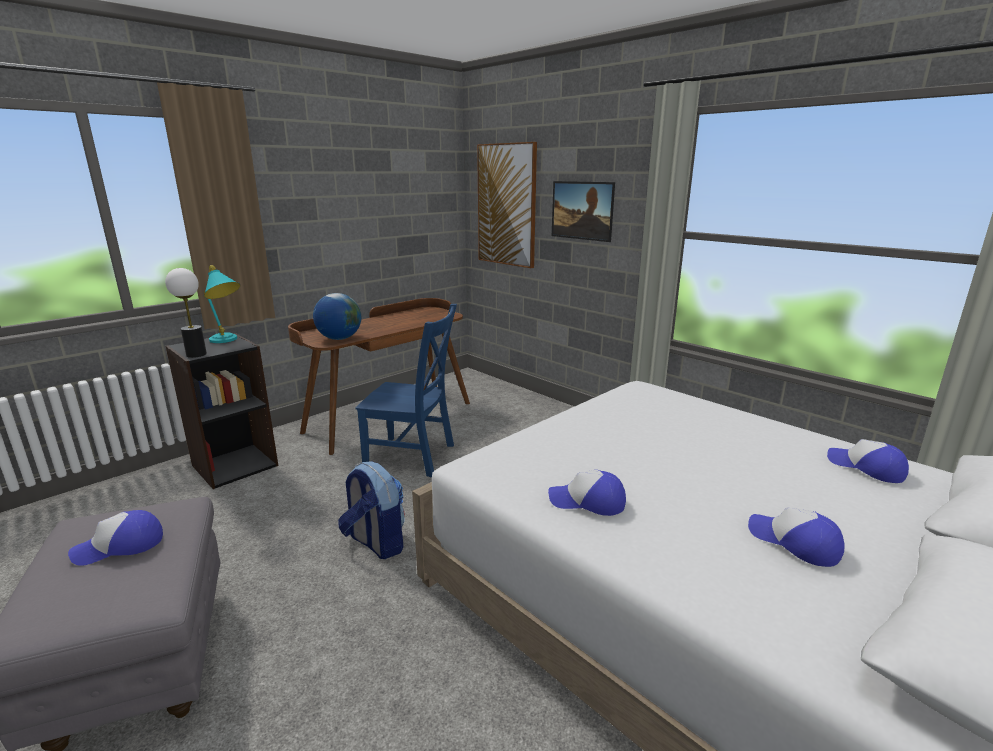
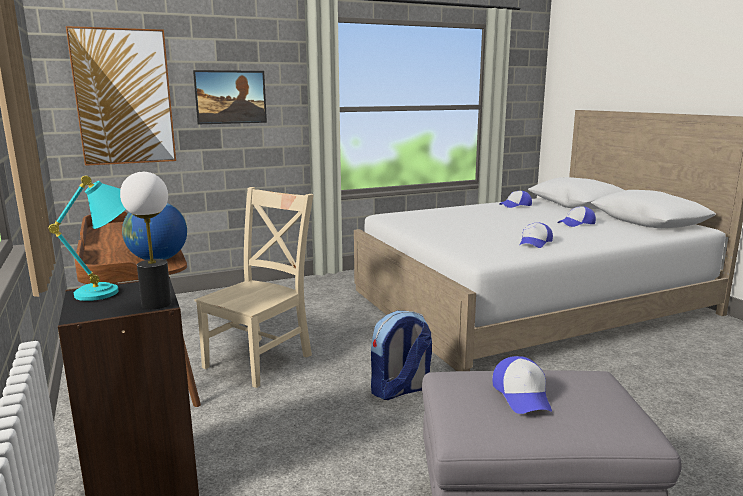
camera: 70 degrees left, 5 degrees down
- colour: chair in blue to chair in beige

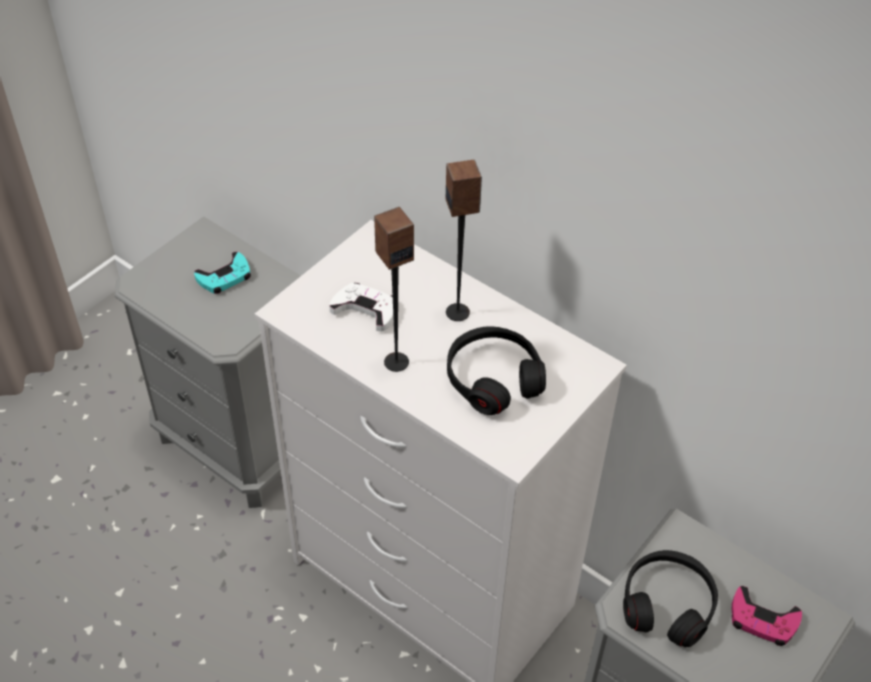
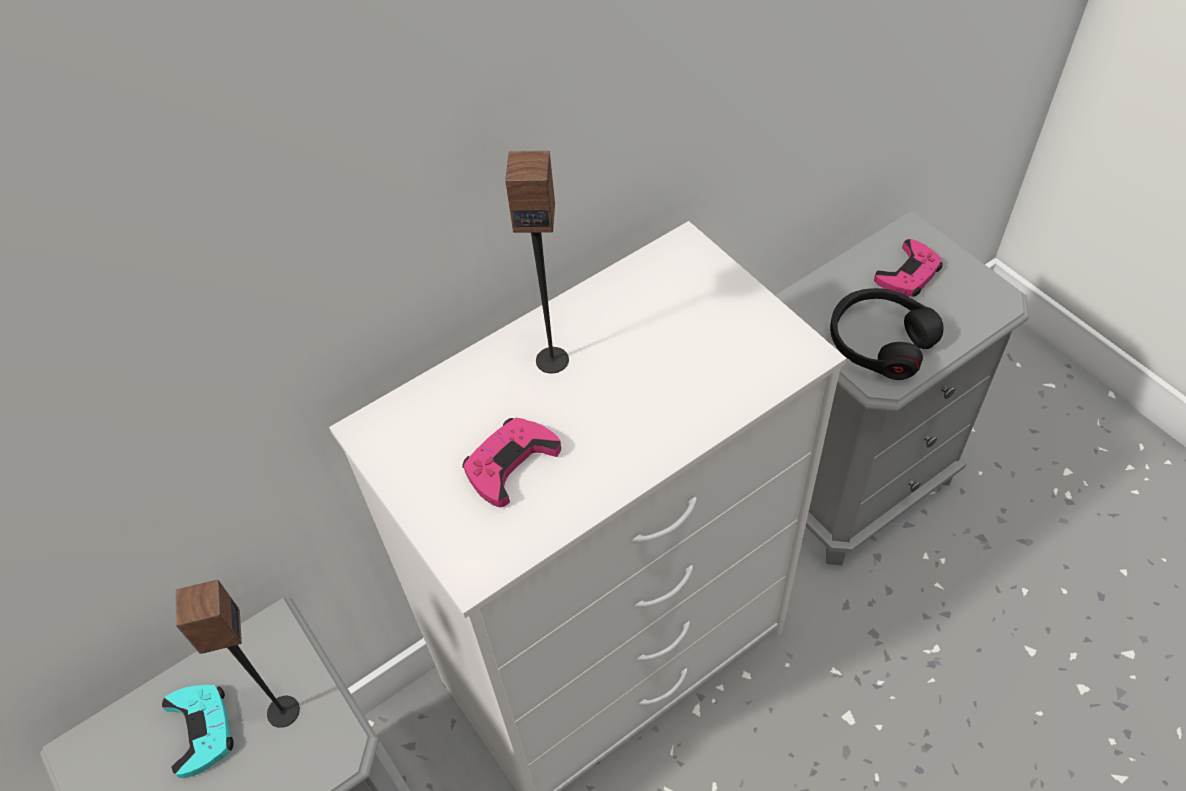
camera: 70 degrees left, 5 degrees up
- relocated: speaker (no. 1 from left)
- colour: game controller in white to game controller in pink (no. 1 from left)
- missing: headphones in black (no. 1 from left)

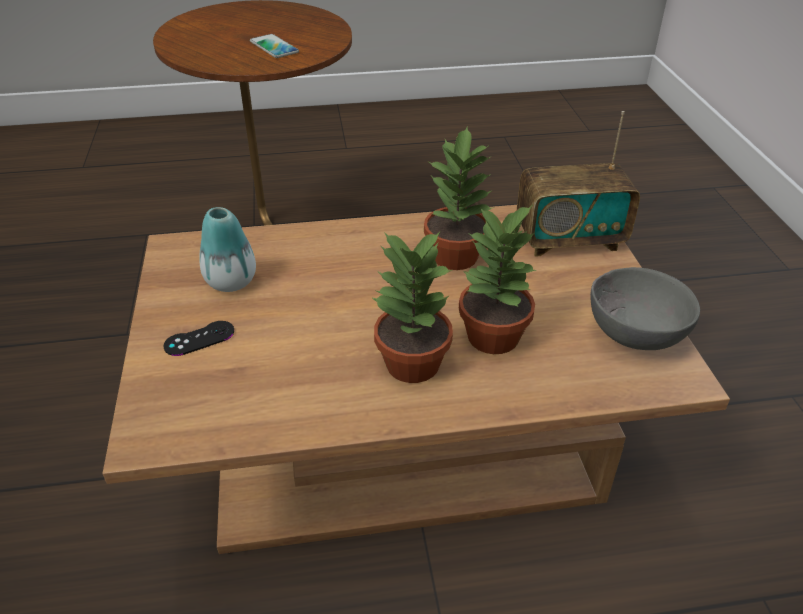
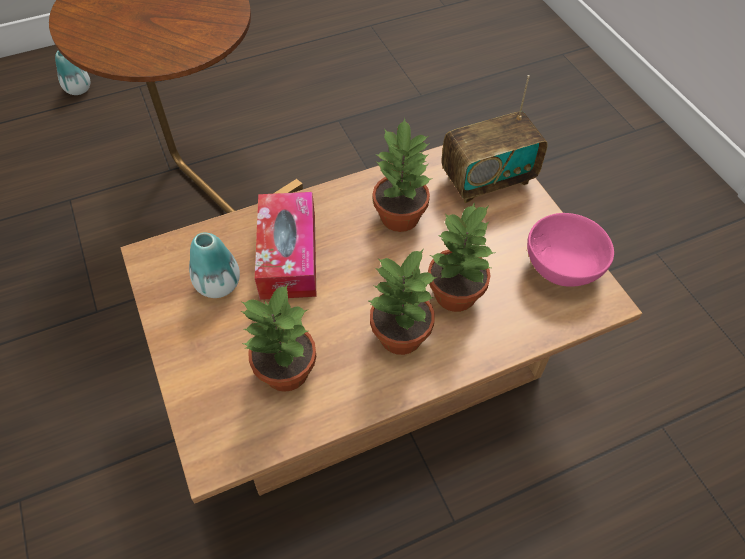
camera: 15 degrees left, 15 degrees up
- missing: phone
- colour: bowl in grey to bowl in pink
- missing: game controller in black
- appeared: vase (no. 1 from left)
- appeared: tissue box
- appeared: potted plant (no. 1 from left)

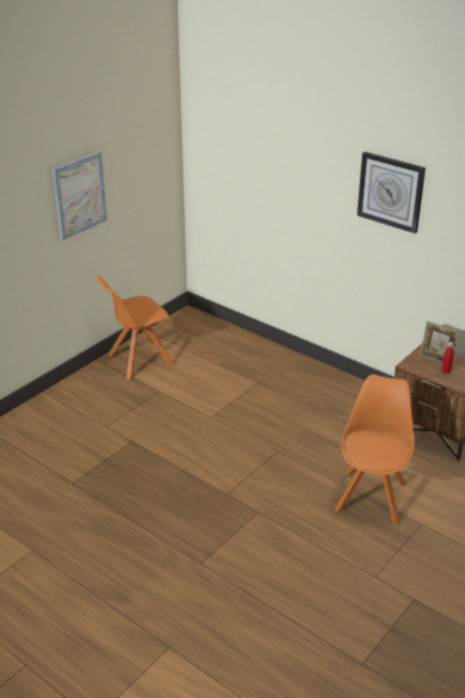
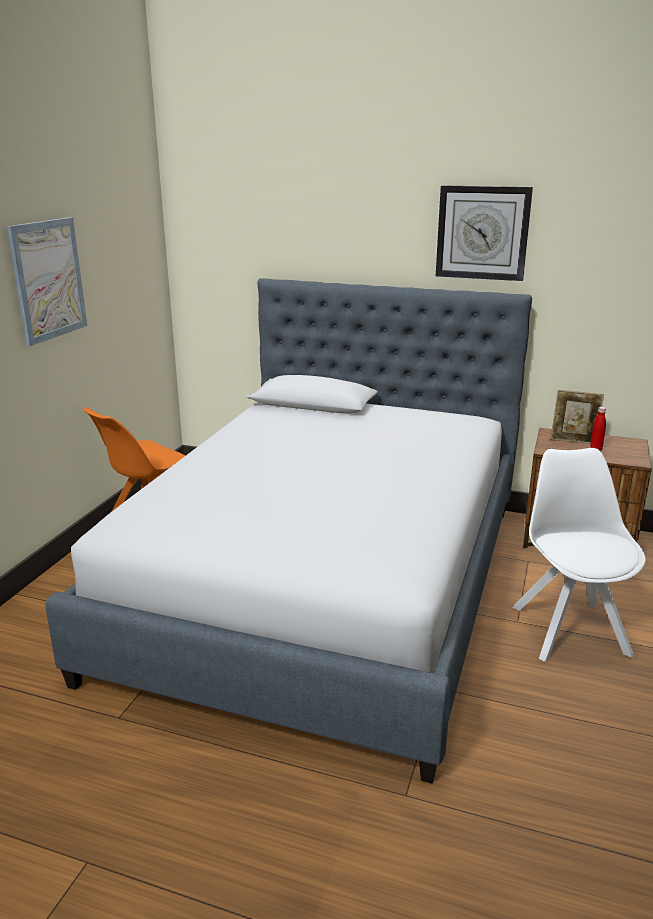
camera: 20 degrees left, 10 degrees down
- colour: chair in orange (no. 2 from left) to chair in white
- appeared: bed

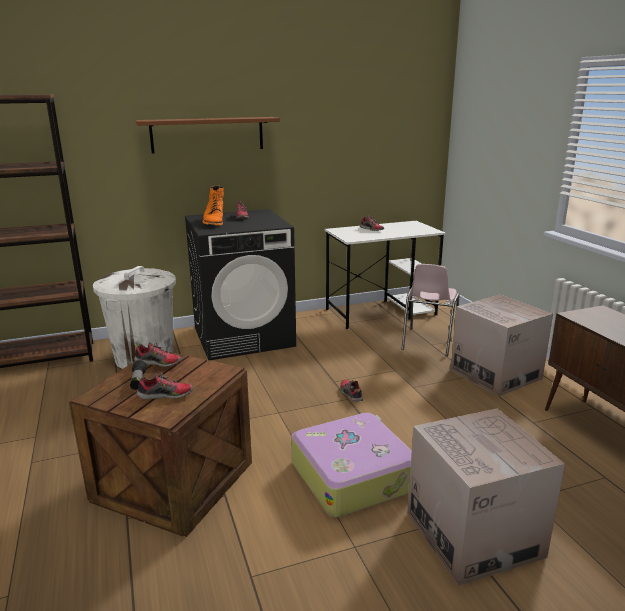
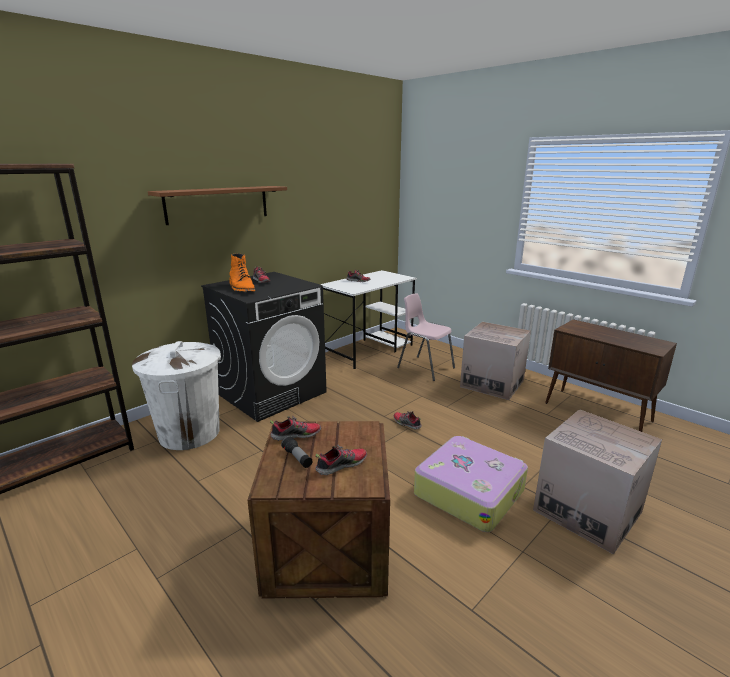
camera: 25 degrees left, 0 degrees up
- spun: chair in pink 135 degrees clockwise

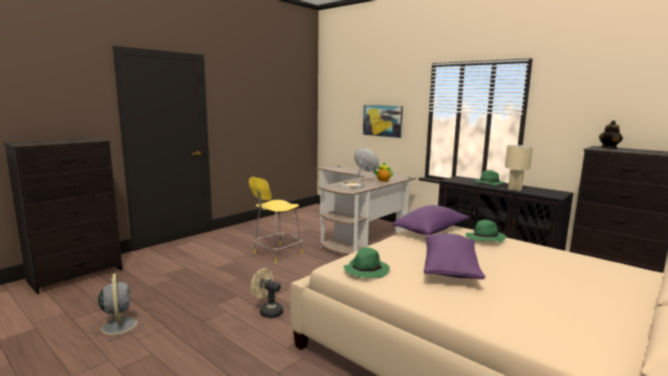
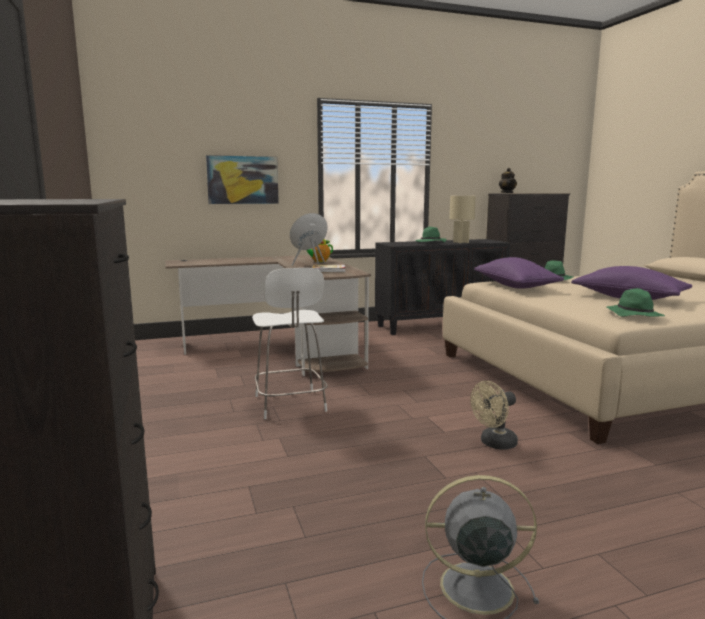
camera: 60 degrees left, 0 degrees up
- colour: chair in yellow to chair in white

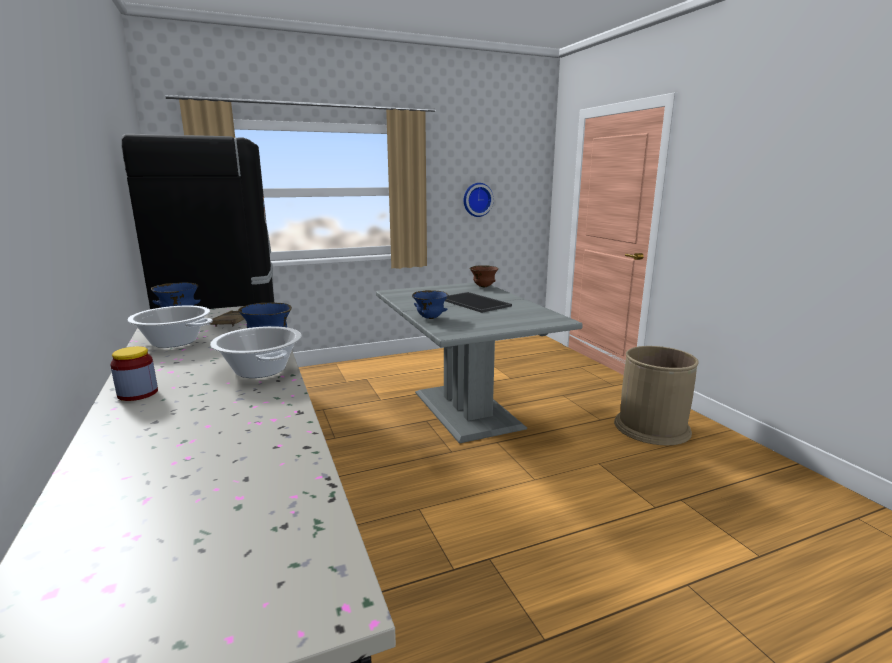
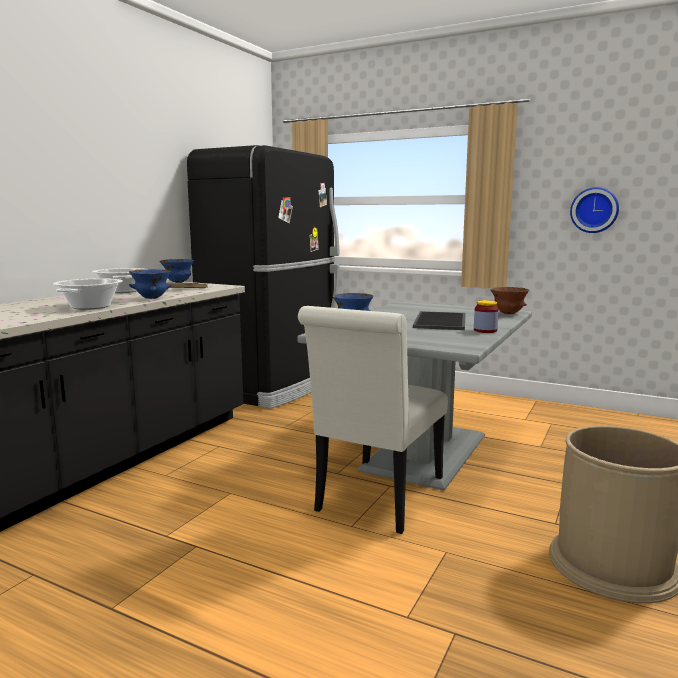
camera: 50 degrees right, 5 degrees down
- relocated: jar
- appeared: chair in white

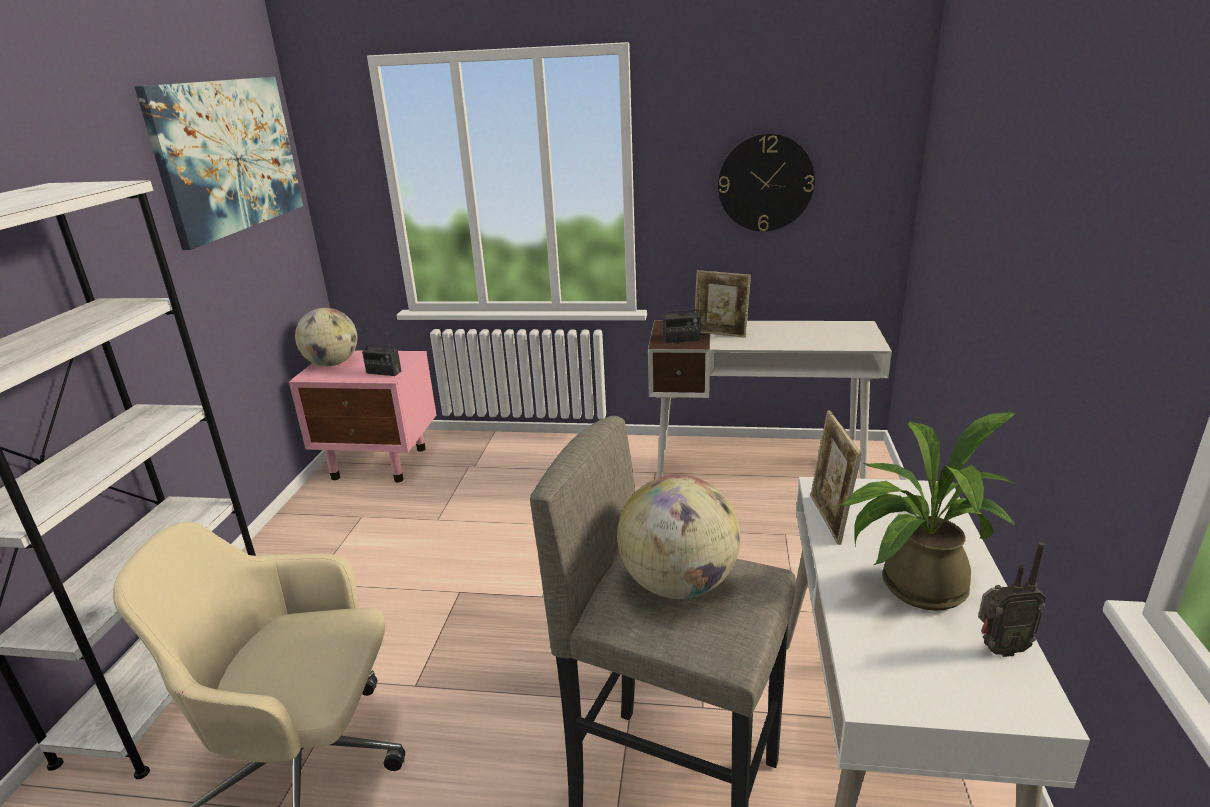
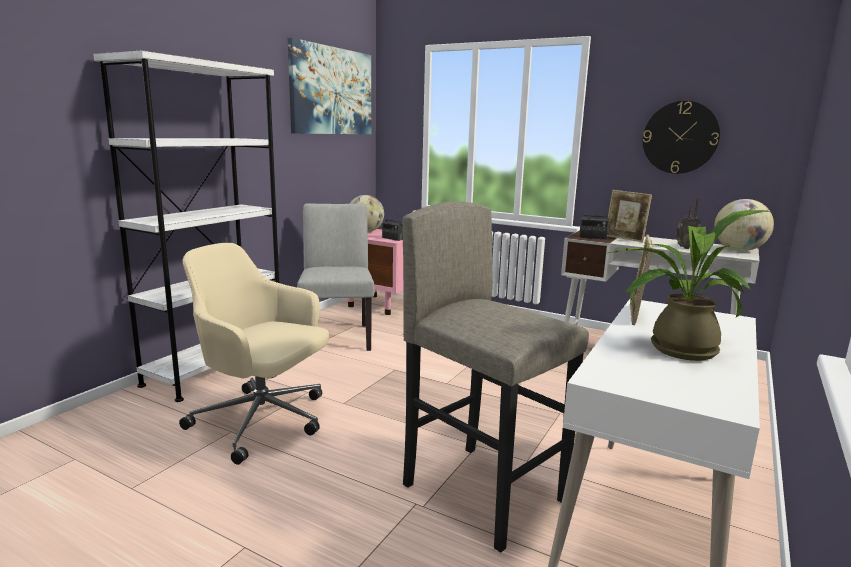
camera: 20 degrees right, 10 degrees down
- relocated: globe (no. 2 from left)
- relocated: radio (no. 3 from left)
- appeared: chair in grey

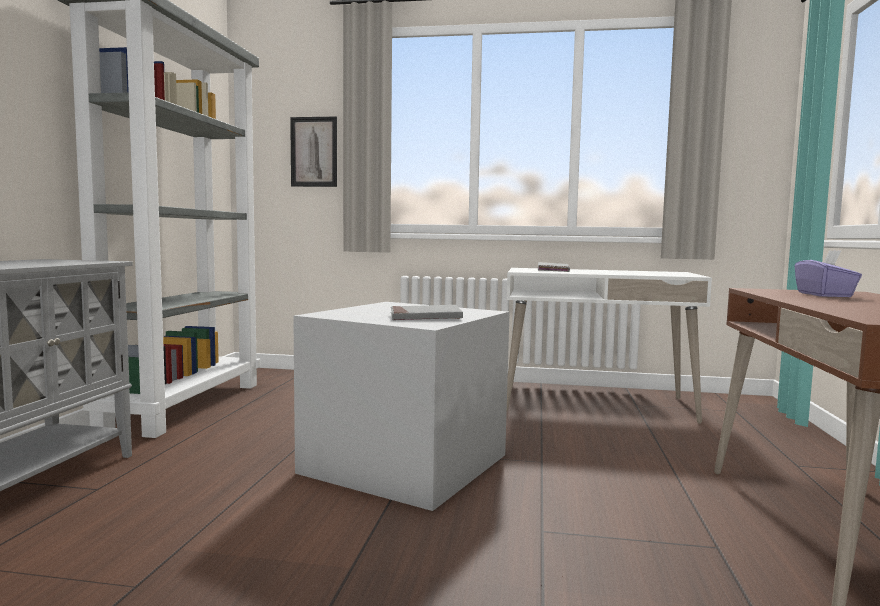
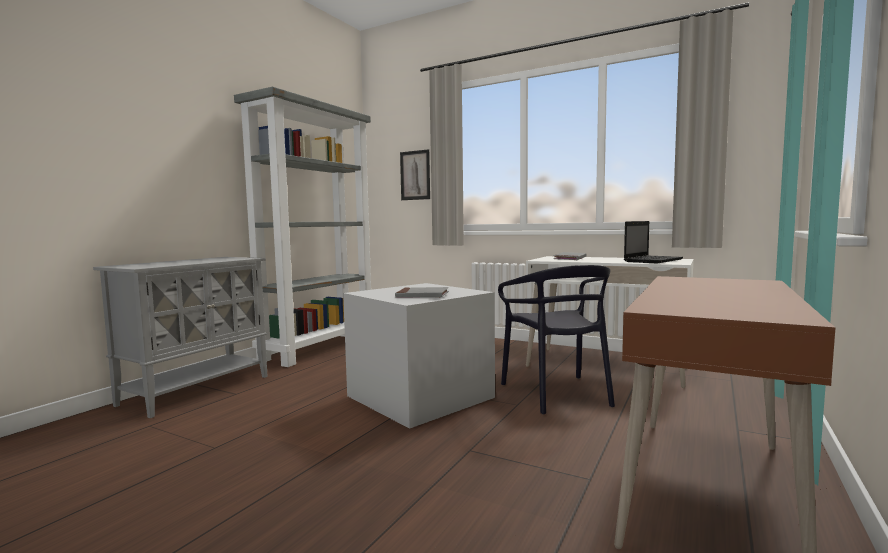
camera: 20 degrees right, 0 degrees up
- missing: tissue box in purple
- appeared: laptop
- appeared: chair in black

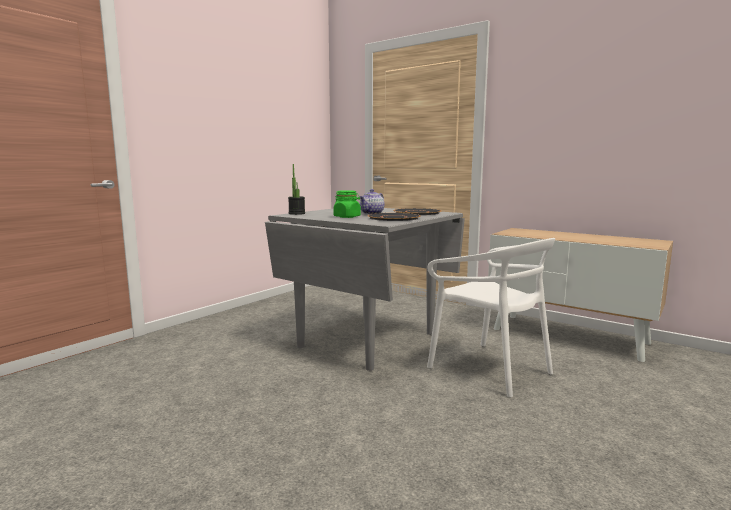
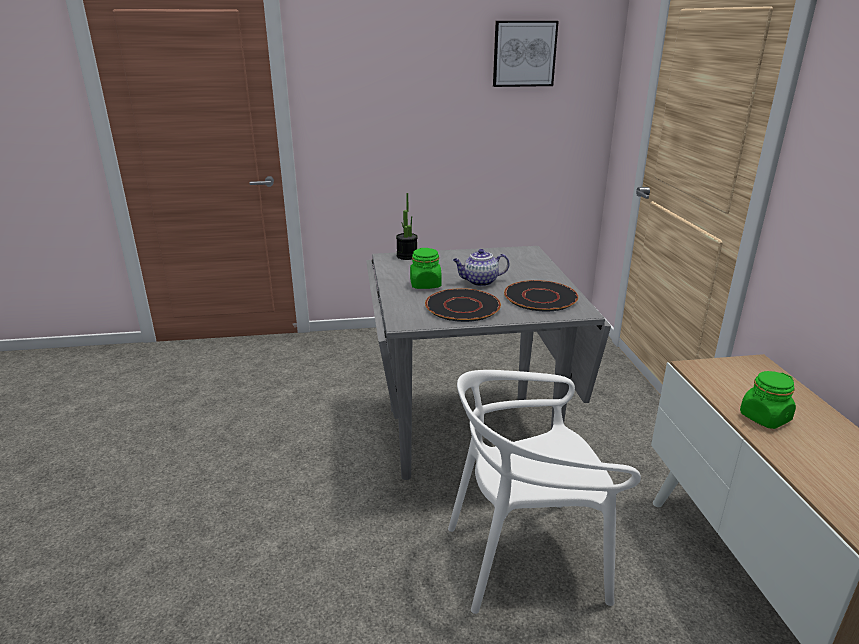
camera: 45 degrees right, 15 degrees up
- spun: chair in white 75 degrees clockwise
- appeared: picture
- appeared: jar in green (no. 2 from left)

